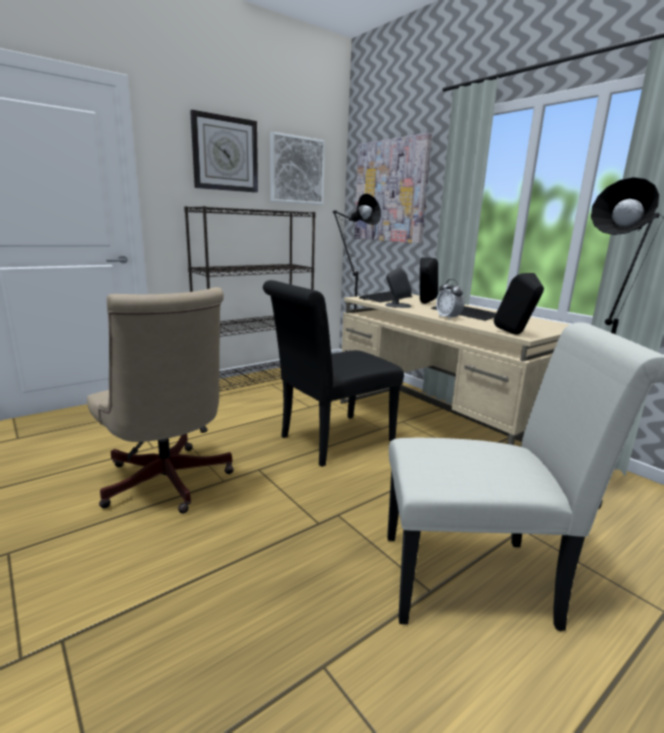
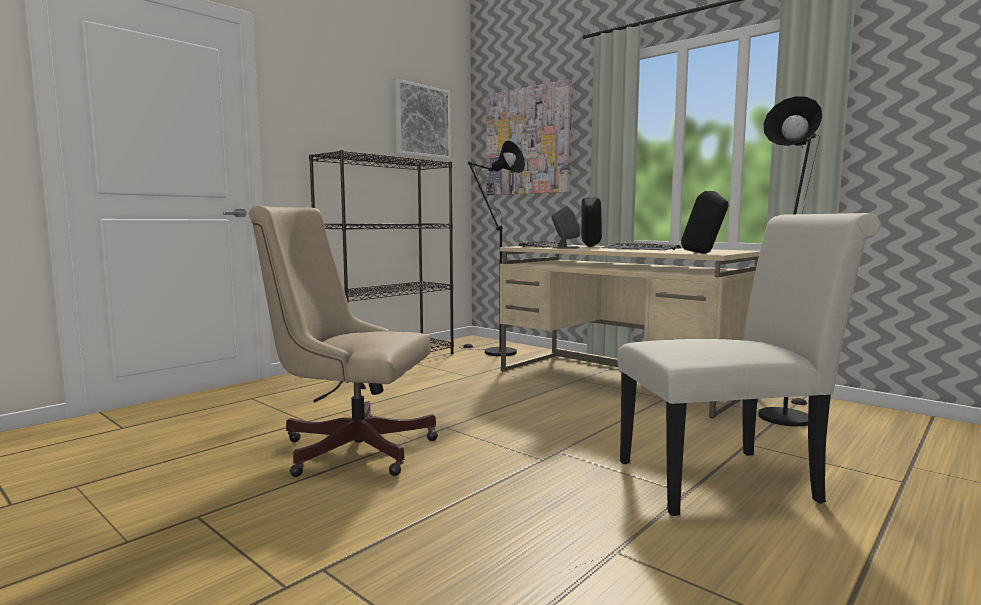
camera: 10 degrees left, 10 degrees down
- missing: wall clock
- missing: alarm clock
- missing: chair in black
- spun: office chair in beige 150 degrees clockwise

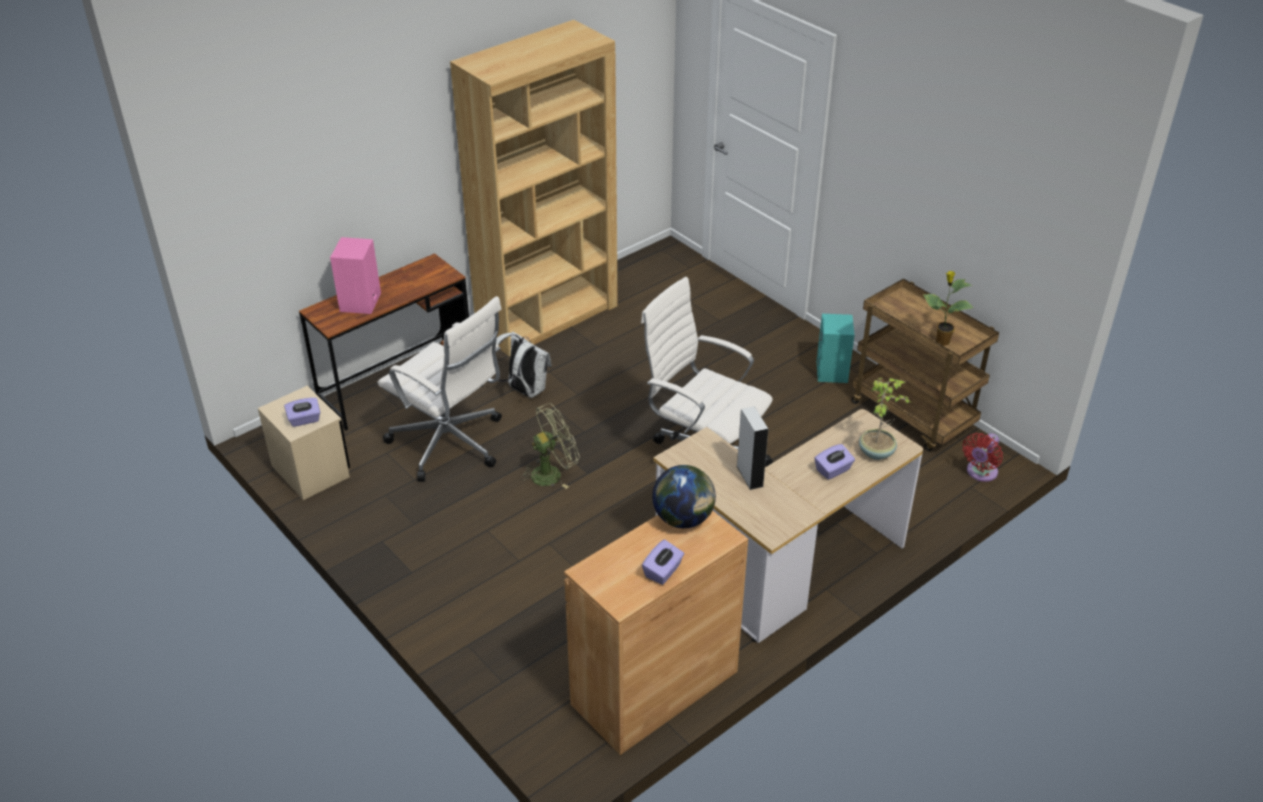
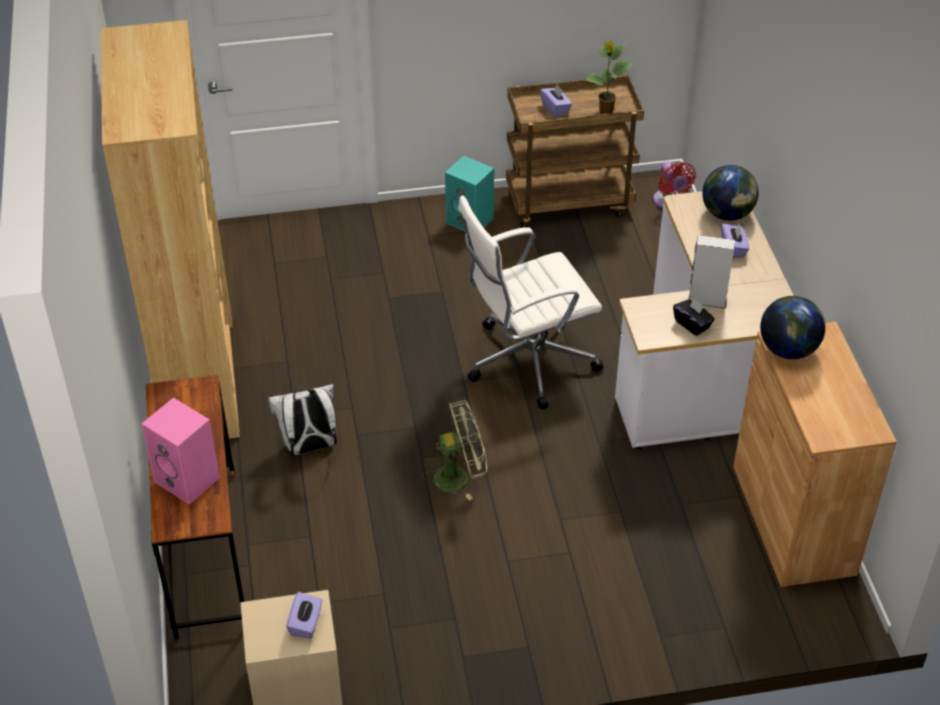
camera: 60 degrees left, 5 degrees up
- missing: office chair in white (no. 1 from left)
- exchanged: potted plant (no. 1 from left) to globe (no. 1 from left)
- spun: fan in green 75 degrees clockwise
- relocated: tissue box in purple (no. 2 from left)
- appeared: tissue box in black

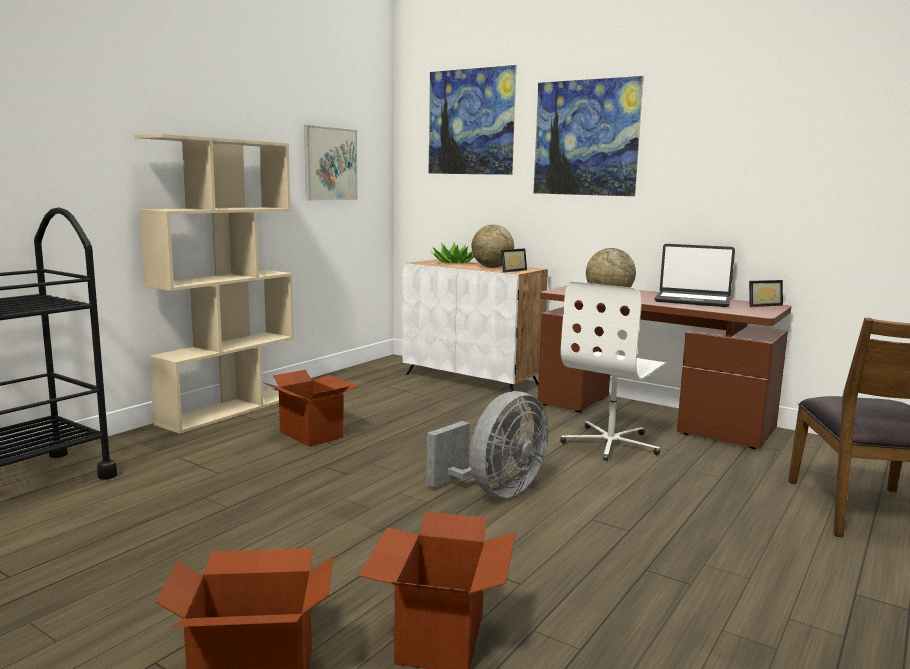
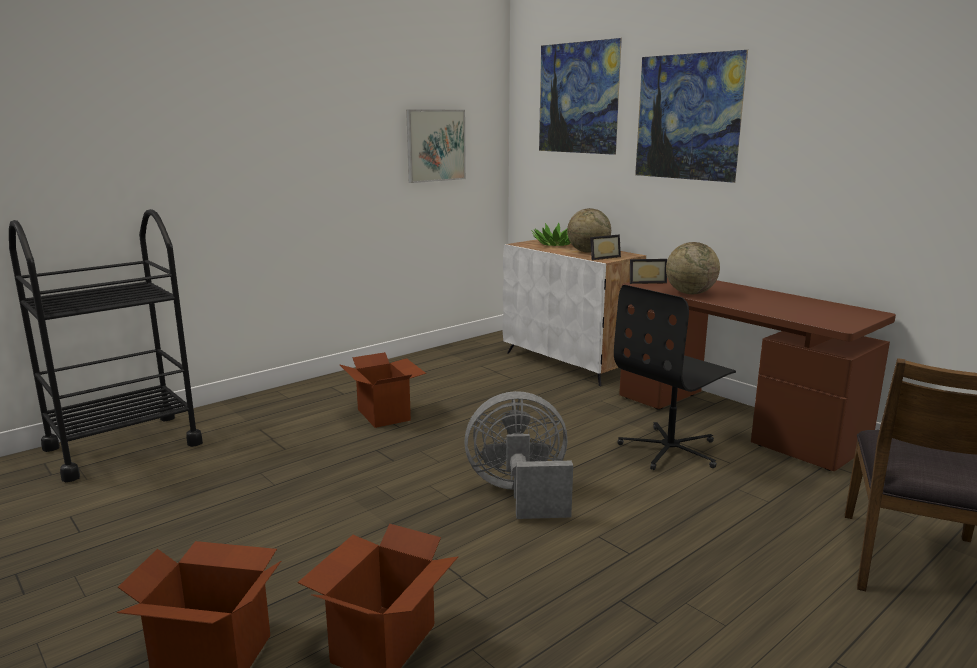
camera: 15 degrees right, 5 degrees up
- missing: bookcase in beige
- missing: laptop
- relocated: picture frame (no. 2 from left)
- colour: office chair in white to office chair in black
- spun: fan in grey 150 degrees counterclockwise

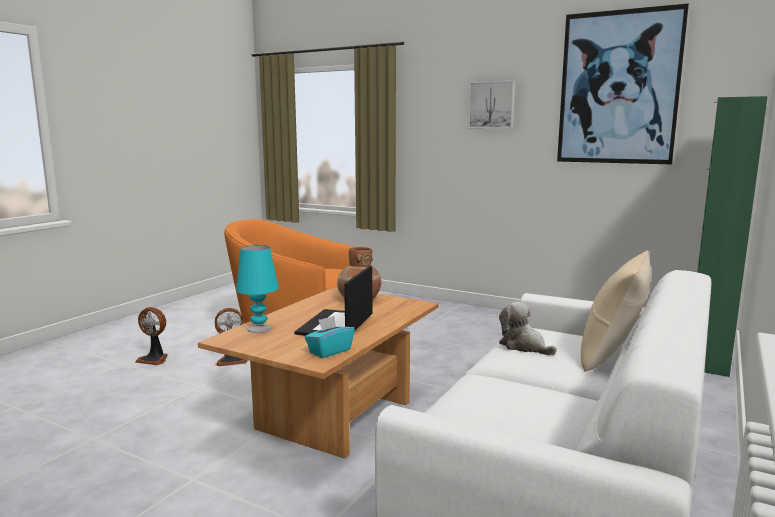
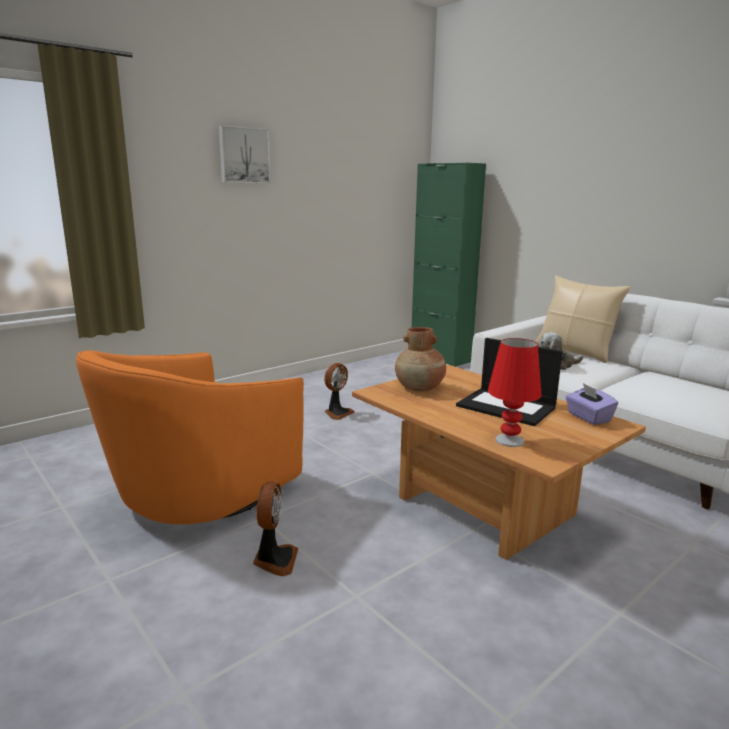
camera: 70 degrees left, 5 degrees up
- missing: picture (no. 2 from left)
- colour: table lamp in turquoise to table lamp in red
- relocated: fan (no. 1 from left in the first image) to fan (no. 2 from left)
- colour: tissue box in turquoise to tissue box in purple

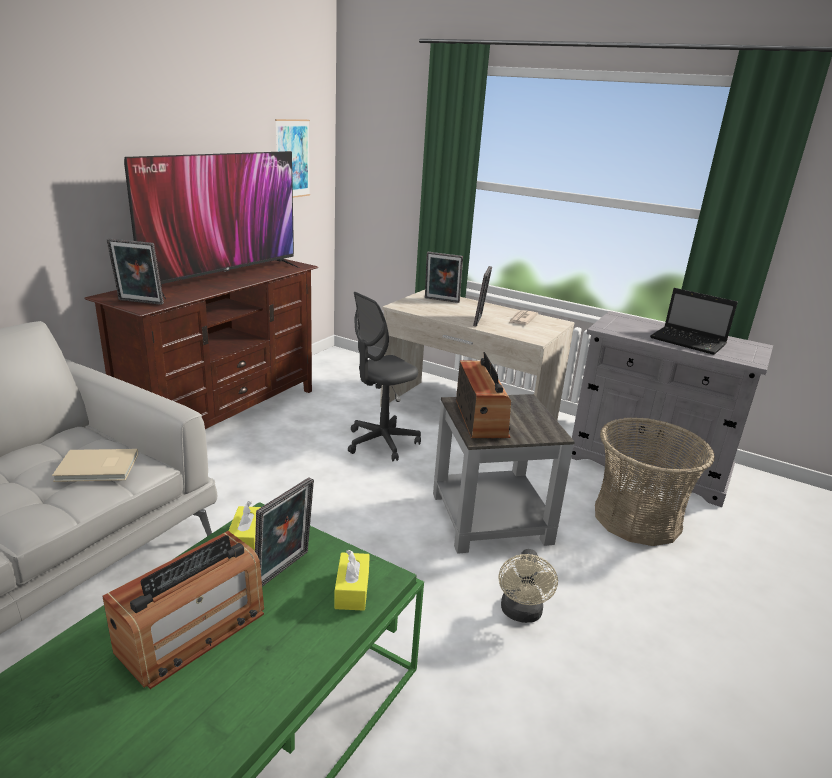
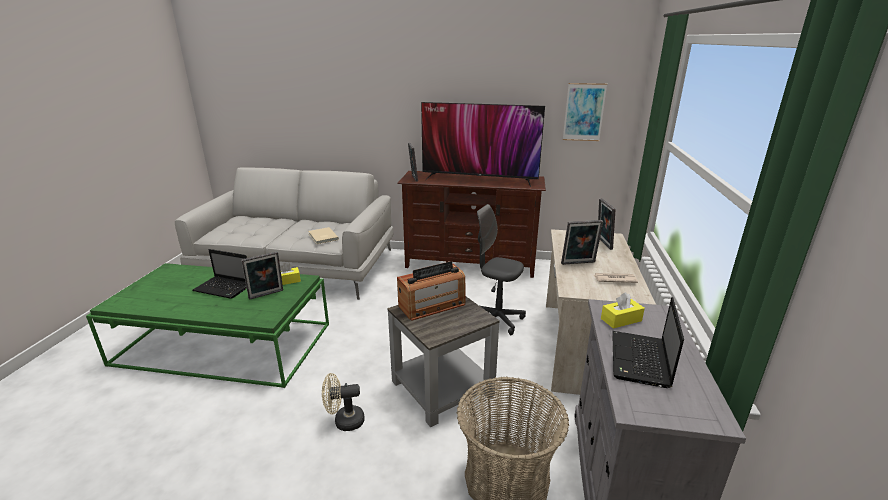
camera: 70 degrees right, 0 degrees up
- spun: picture frame (no. 2 from left in the first image) 45 degrees counterclockwise
- exchanged: radio (no. 1 from left) to laptop (no. 1 from left)
- relocated: tissue box in yellow (no. 2 from left)

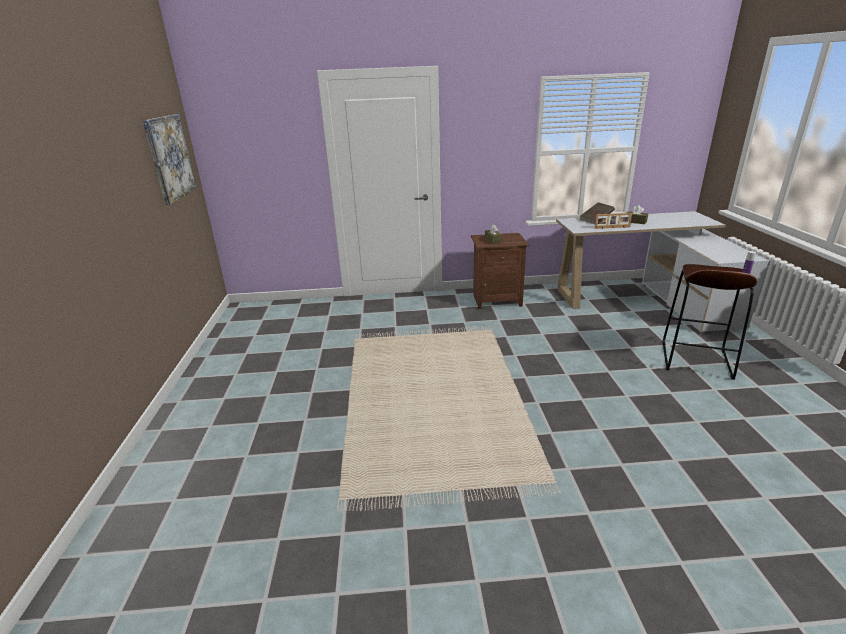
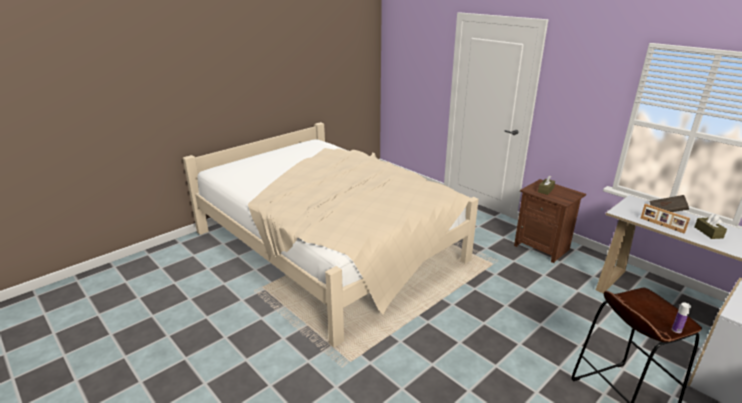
camera: 50 degrees right, 0 degrees up
- missing: picture
- appeared: bed in beige

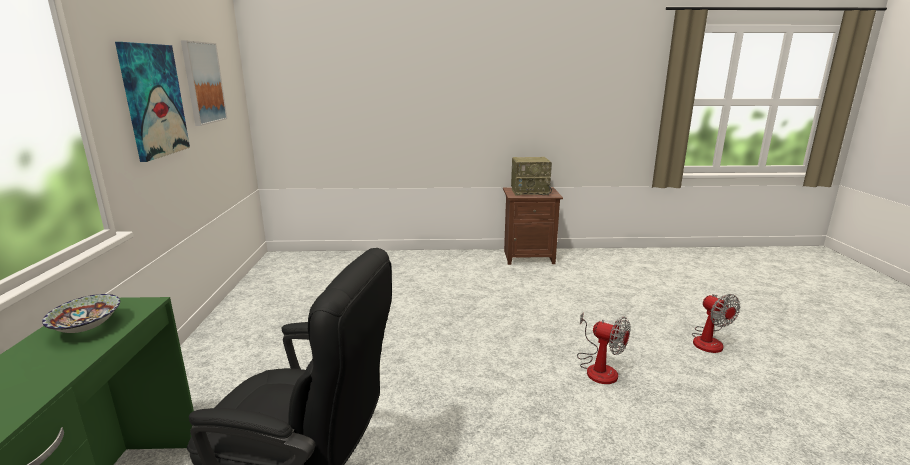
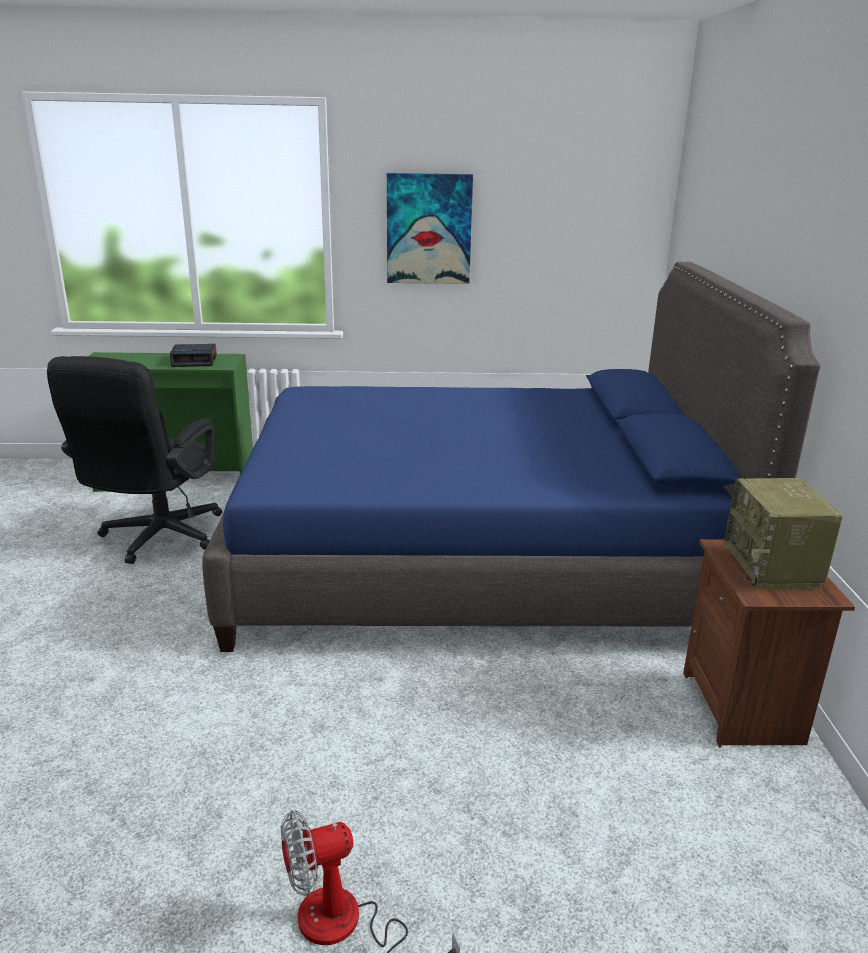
camera: 90 degrees right, 5 degrees up
- missing: picture (no. 2 from left)
- exchanged: bowl to alarm clock
- missing: fan (no. 1 from left)
- appeared: bed in blue

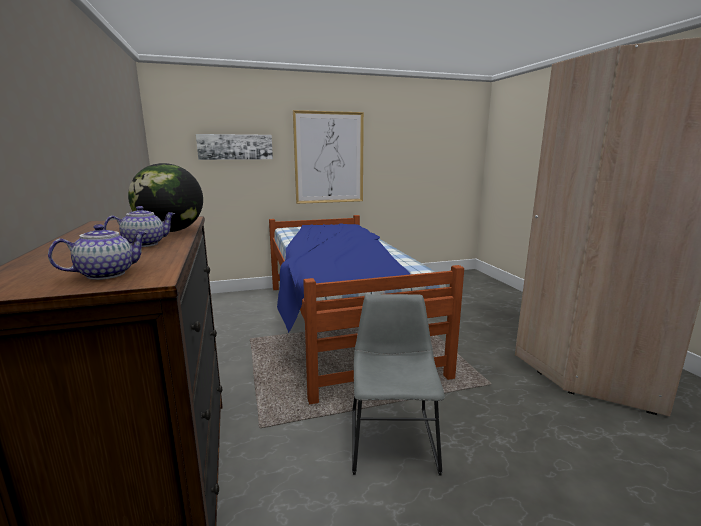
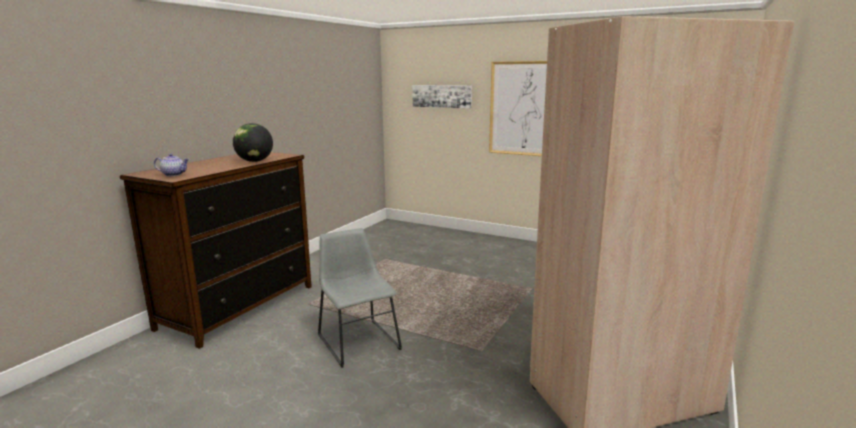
camera: 45 degrees right, 0 degrees up
- missing: teapot (no. 2 from left)
- missing: bed
- spun: chair in grey 75 degrees counterclockwise

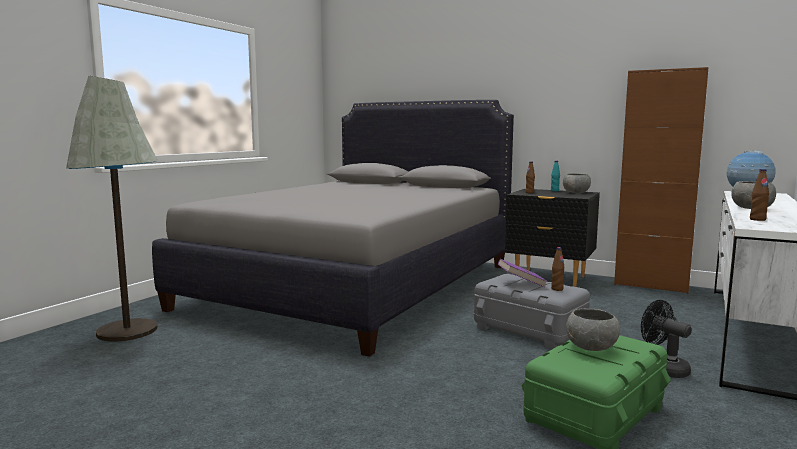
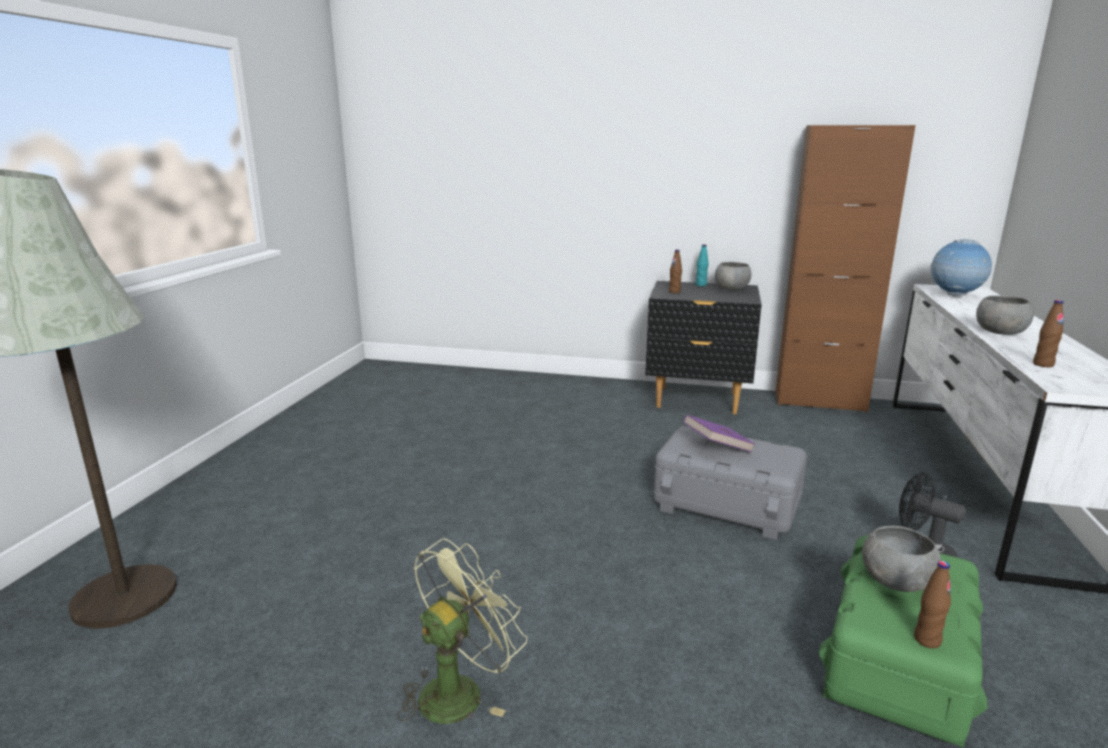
camera: 15 degrees left, 10 degrees up
- missing: bed in grey
- relocated: bottle in brown (no. 2 from left)
- appeared: fan in green

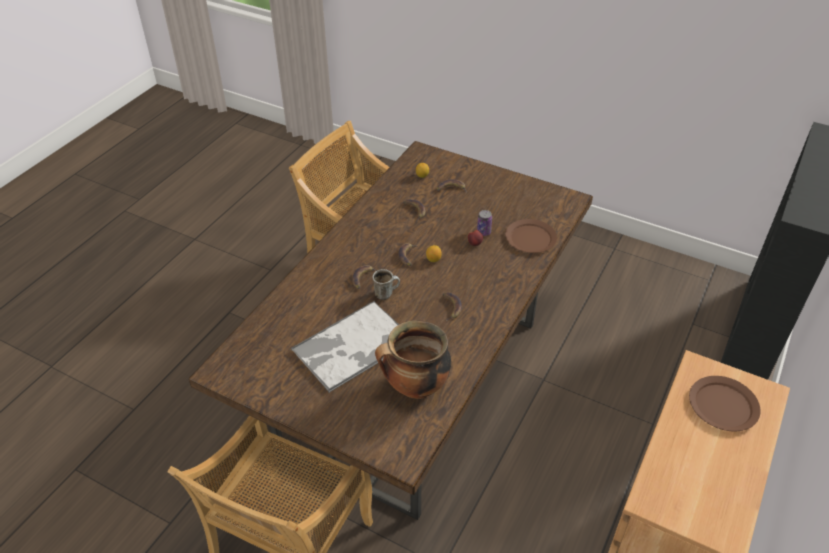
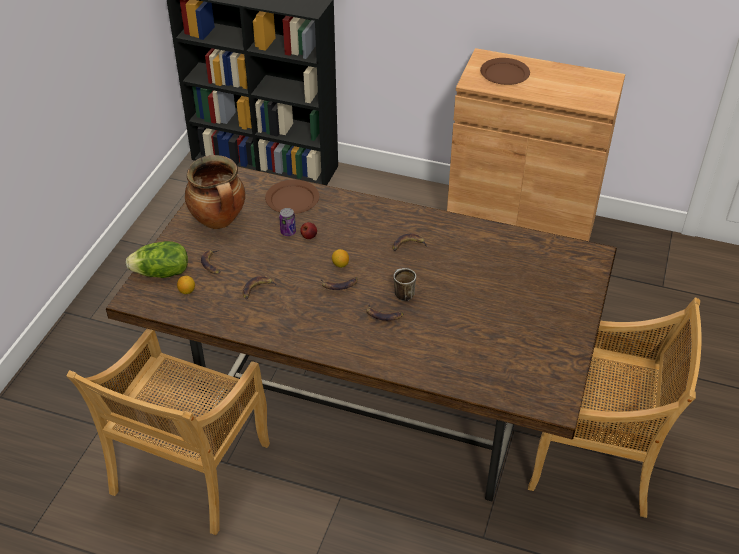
camera: 100 degrees left, 0 degrees up
- missing: tray
- relocated: cooking pot
- appeared: lettuce

